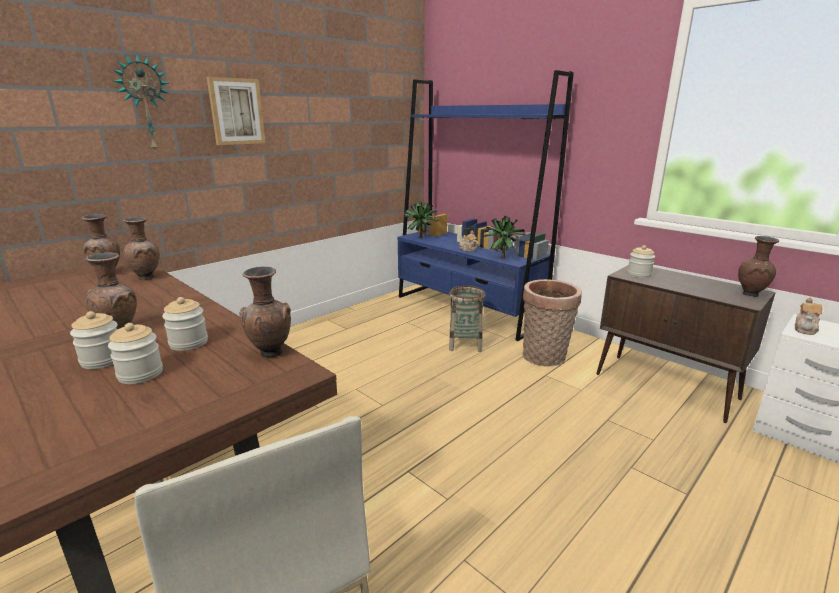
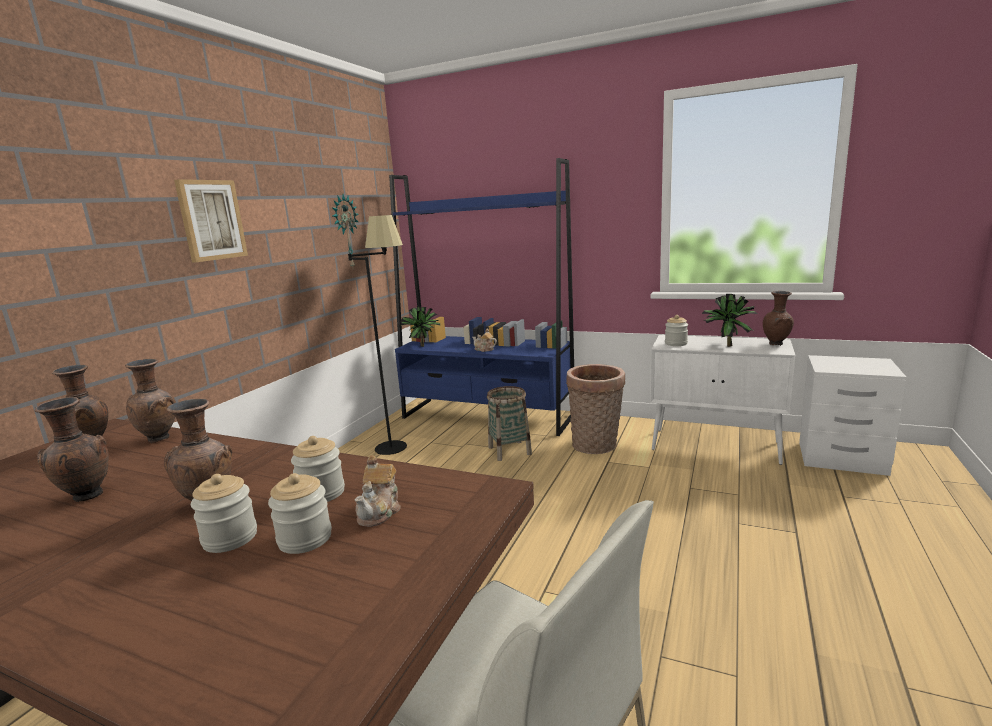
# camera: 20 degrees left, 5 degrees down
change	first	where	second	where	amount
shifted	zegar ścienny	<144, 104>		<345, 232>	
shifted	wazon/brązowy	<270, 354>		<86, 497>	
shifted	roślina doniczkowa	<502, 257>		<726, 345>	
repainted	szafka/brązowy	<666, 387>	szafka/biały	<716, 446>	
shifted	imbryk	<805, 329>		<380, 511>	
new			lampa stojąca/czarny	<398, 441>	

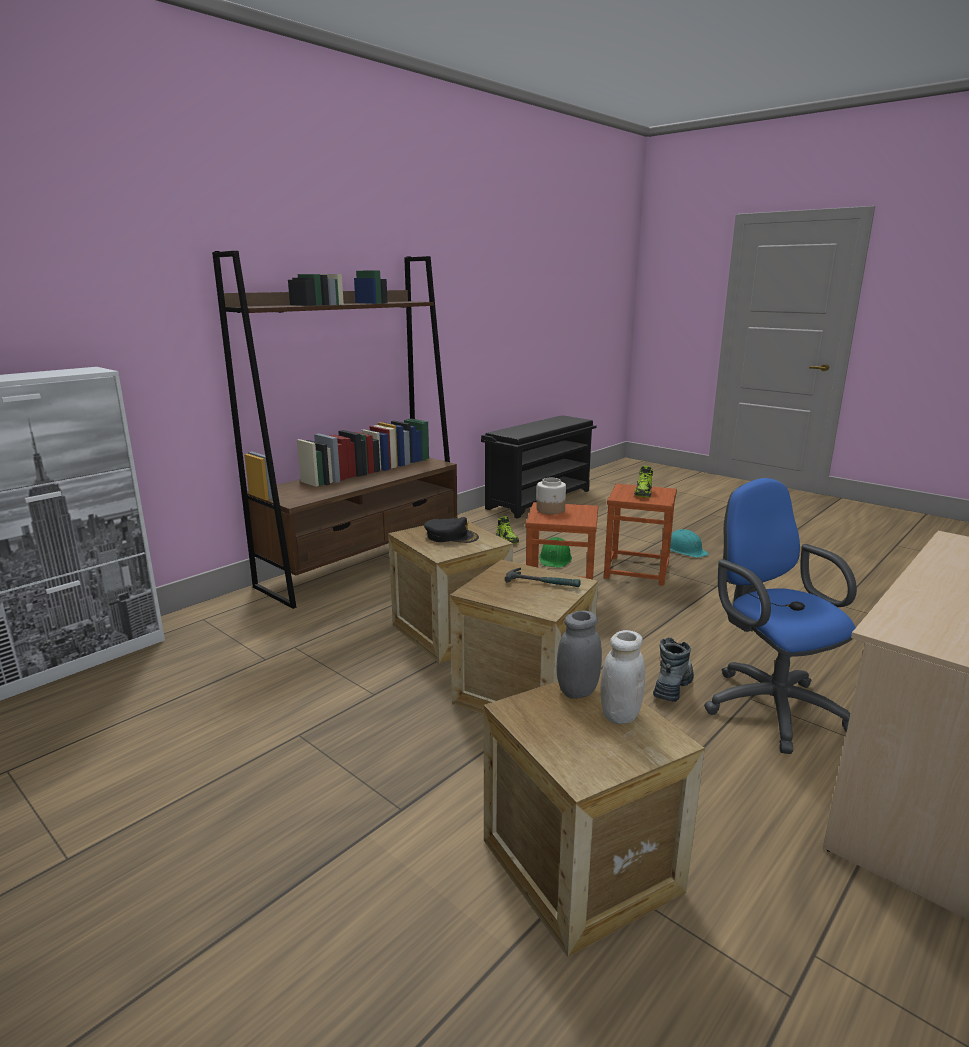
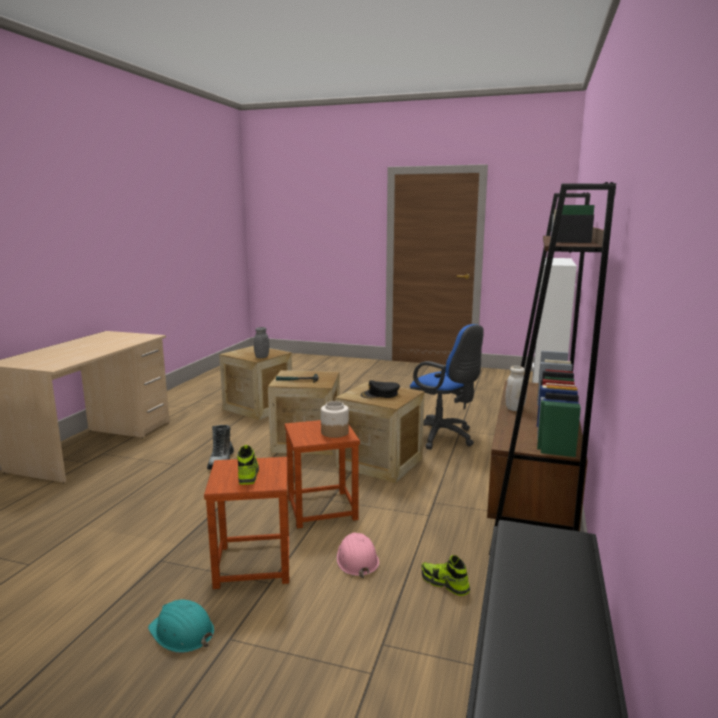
# camera: 155 degrees right, 5 degrees down
change	first	where	second	where	amount
repainted	kask/zielony	<555, 559>	kask/różowy	<356, 560>	
shifted	słoik/biały	<620, 715>		<514, 408>	
shifted	krzesło biurowe/niebieski	<767, 705>		<442, 437>	

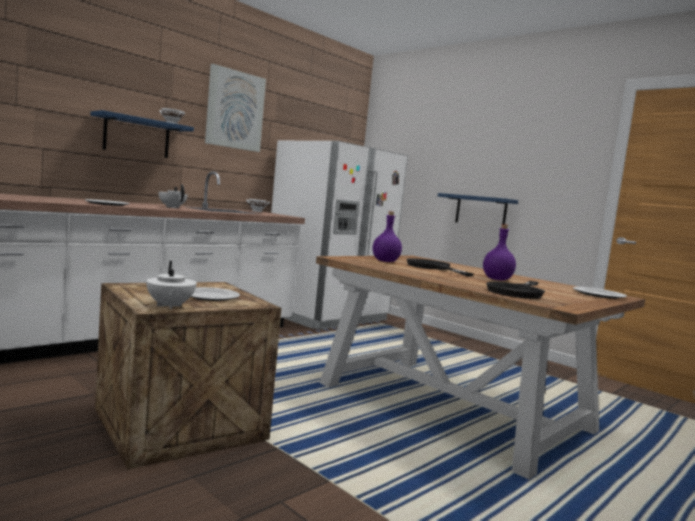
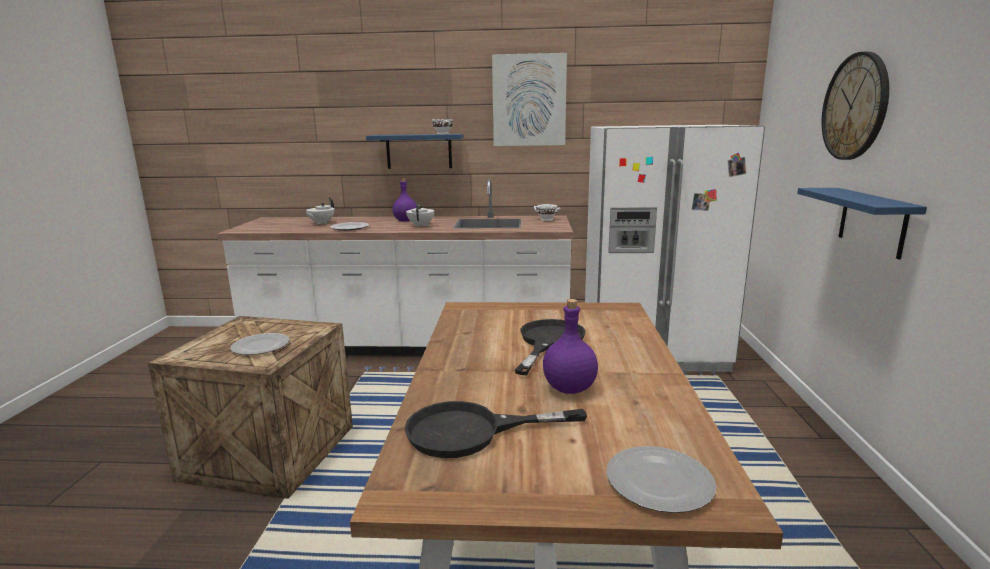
# camera: 50 degrees right, 10 degrees up
change	first	where	second	where	amount
shifted	imbryk/biały	<169, 306>		<321, 223>	
shifted	butelka/fioletowy	<386, 261>		<406, 221>	
new			zegar ścienny	<855, 107>	

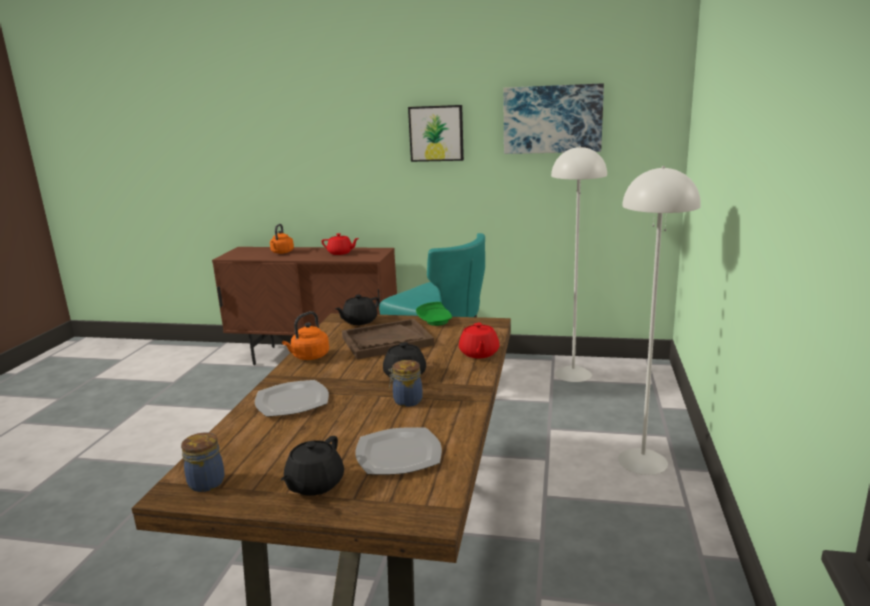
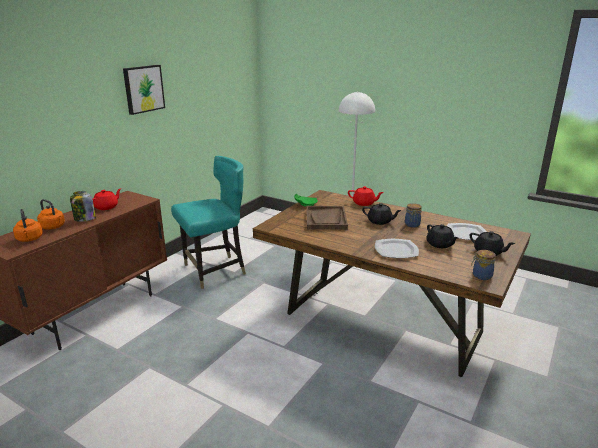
# camera: 70 degrees left, 5 degrees up
change	first	where	second	where	amount
shifted	czajnik/pomarańczowy	<309, 357>		<29, 239>	
shifted	imbryk/czarny	<359, 321>		<440, 244>	
gone	obraz	<552, 119>			
gone	lampa stojąca/biały	<572, 374>			
new			słoik	<84, 219>	

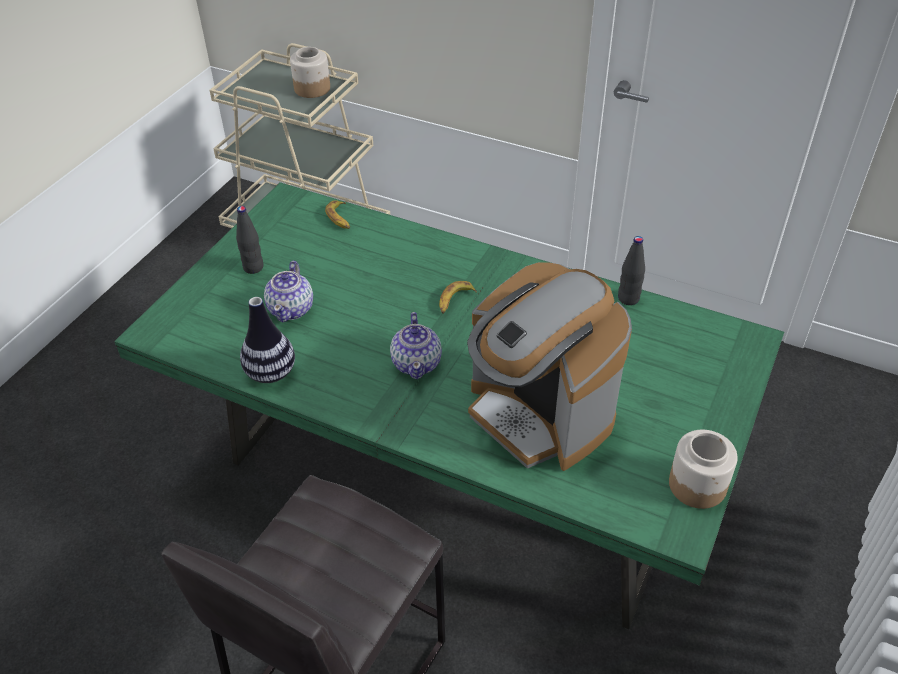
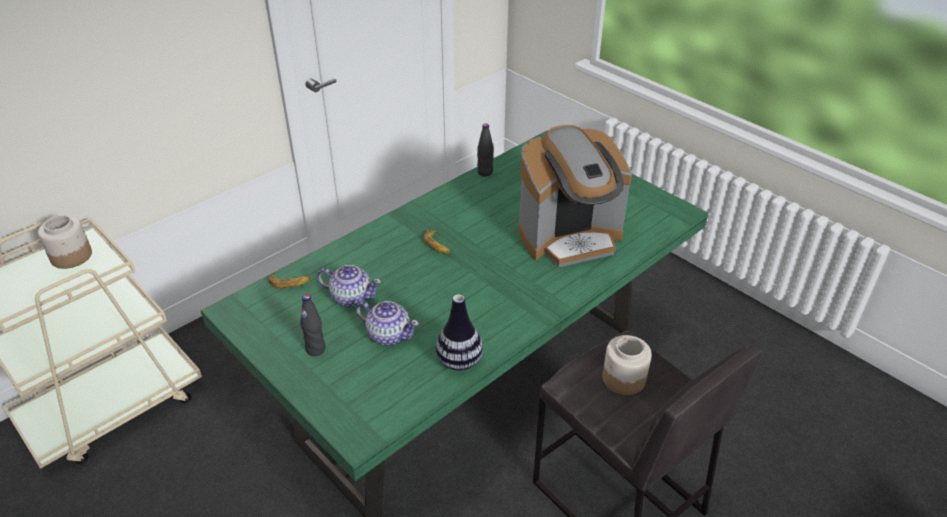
# camera: 70 degrees left, 5 degrees down
change	first	where	second	where	amount
shifted	imbryk	<417, 363>		<351, 297>	
shifted	słoik	<698, 485>		<623, 378>	

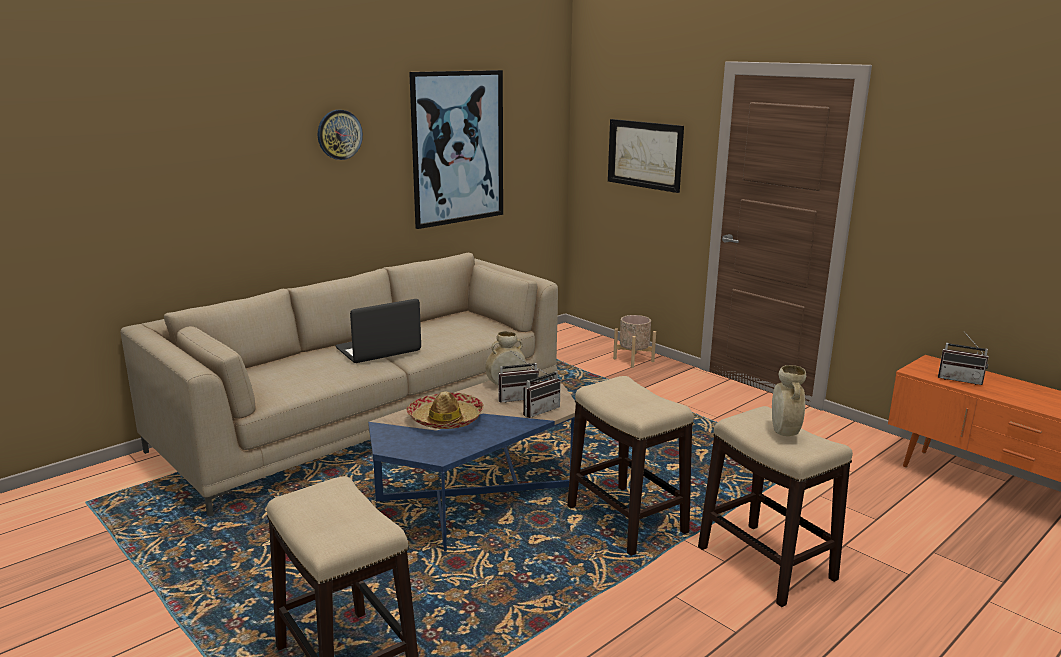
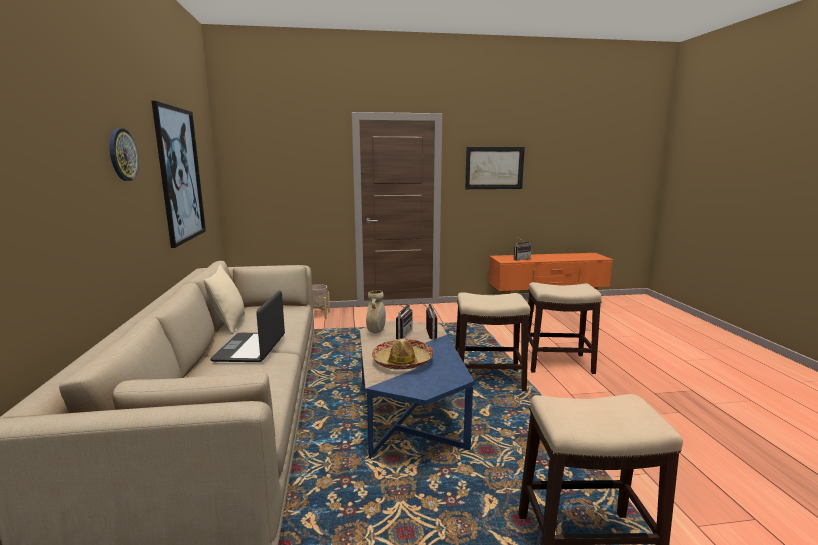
# camera: 55 degrees left, 5 degrees down
change	first	where	second	where	amount
shifted	obraz	<645, 154>		<494, 168>	
gone	wazon/beżowy	<784, 433>			
new			poduszka/beżowy	<229, 324>	

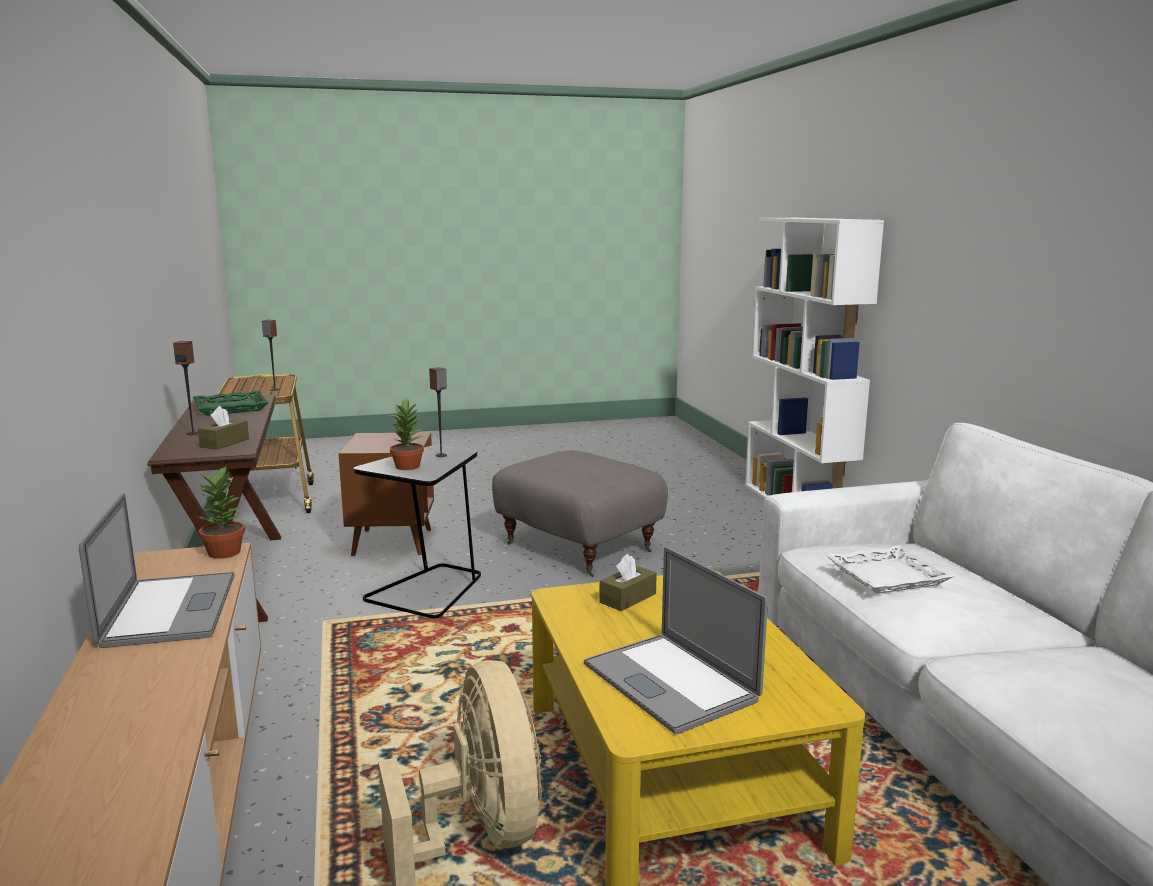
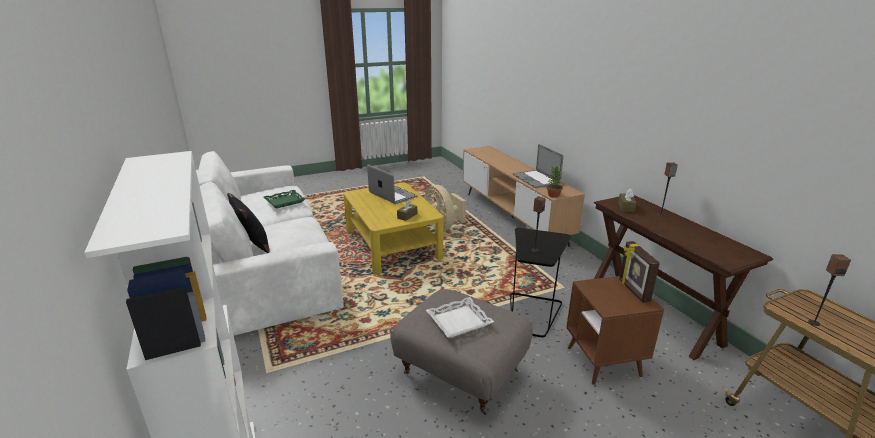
# camera: 170 degrees right, 10 degrees up
change	first	where	second	where	amount
shifted	taca/zielony	<231, 408>		<284, 202>	
gone	roślina doniczkowa	<408, 466>			
shifted	taca/biały	<887, 577>		<459, 321>	
new			poduszka/czarny	<253, 245>	
new			ramka na zdjęcie	<633, 291>	

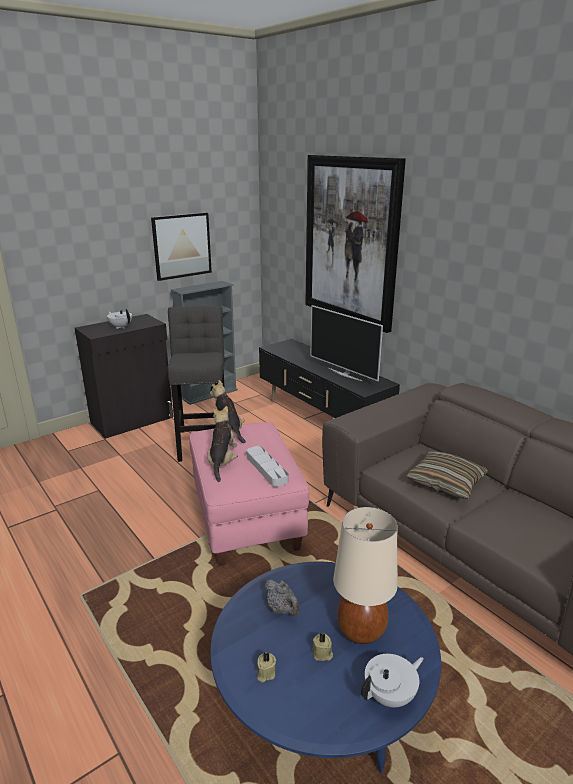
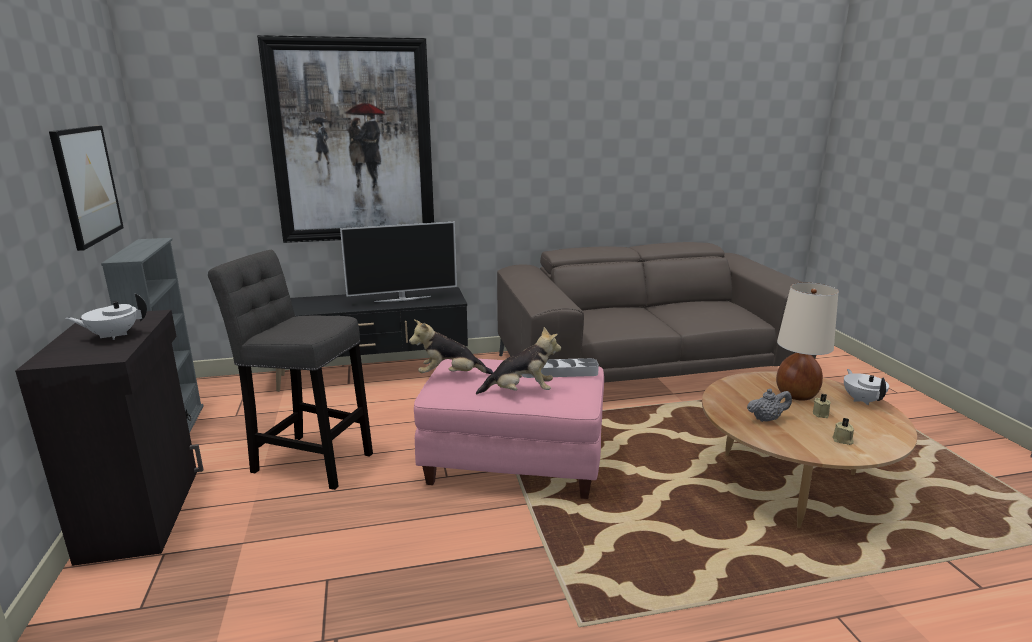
# camera: 65 degrees left, 5 degrees down
change	first	where	second	where	amount
rotated	pluszak	<222, 462>		<521, 392>	150 degrees clockwise
repainted	ława/niebieski	<321, 706>	ława/brązowy	<791, 484>	
gone	poduszka	<446, 482>			

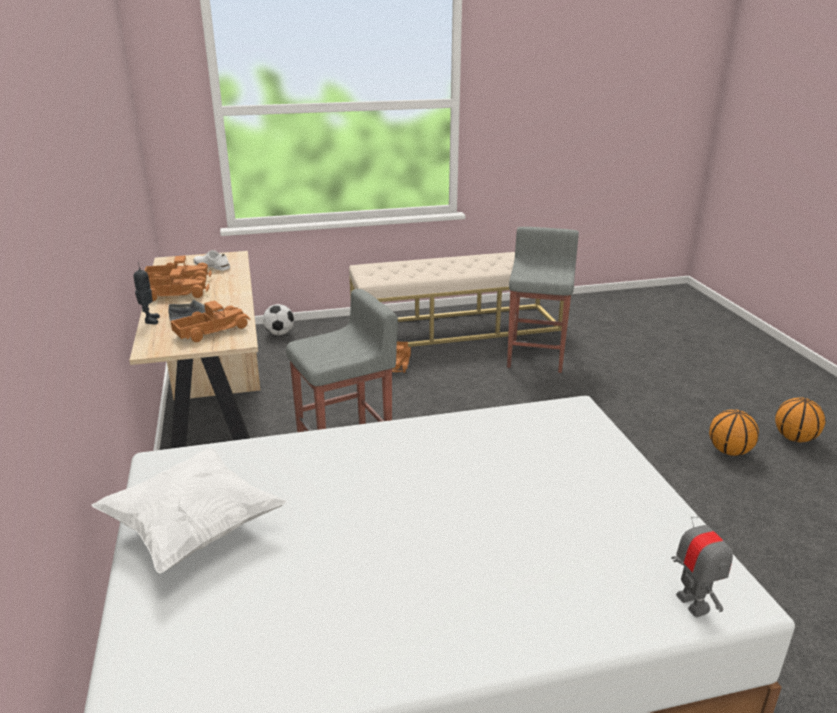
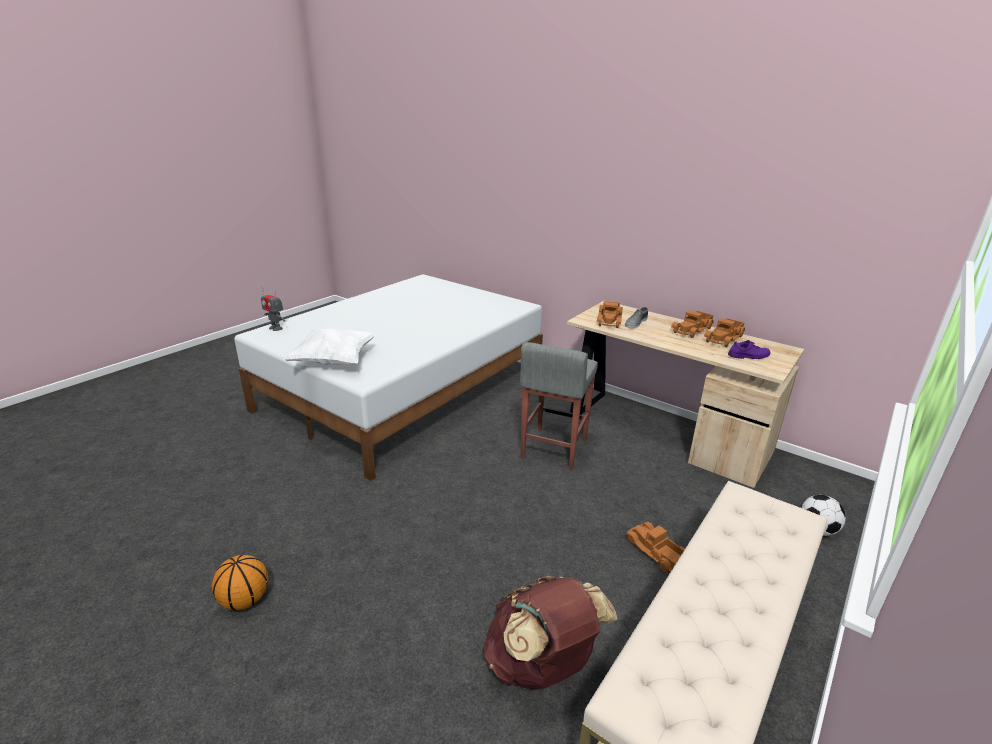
# camera: 140 degrees right, 0 degrees up
change	first	where	second	where	amount
shifted	poduszka/biały	<193, 529>		<334, 361>	
gone	robot zabawkowy	<150, 320>			
repainted	but/biały	<212, 266>	but/fioletowy	<749, 356>	
swapped	stołek/szary	<536, 356>	plecak/brązowy	<541, 665>	
gone	piłka do koszykówki	<795, 438>			

